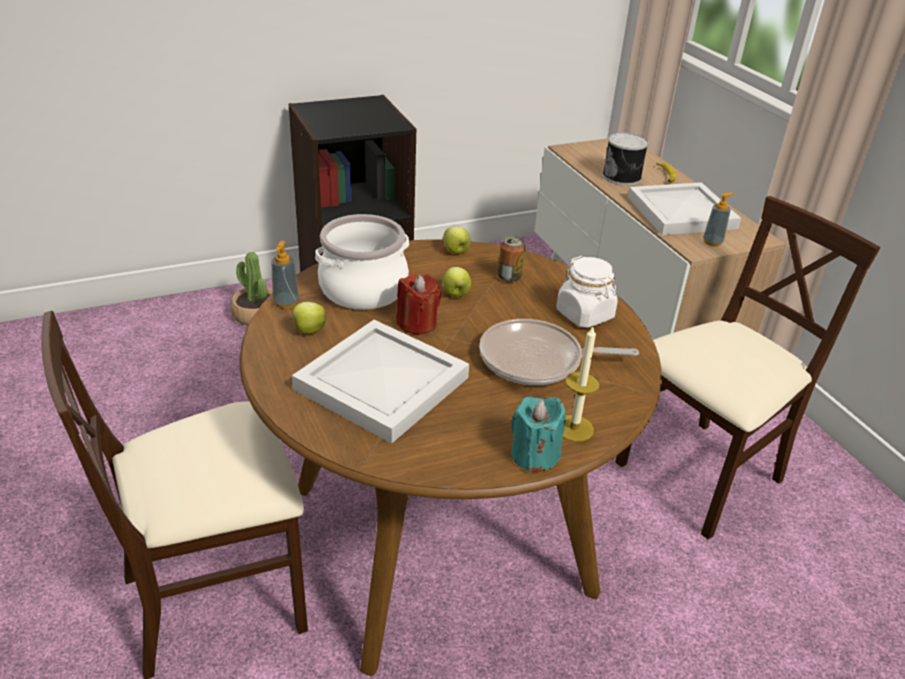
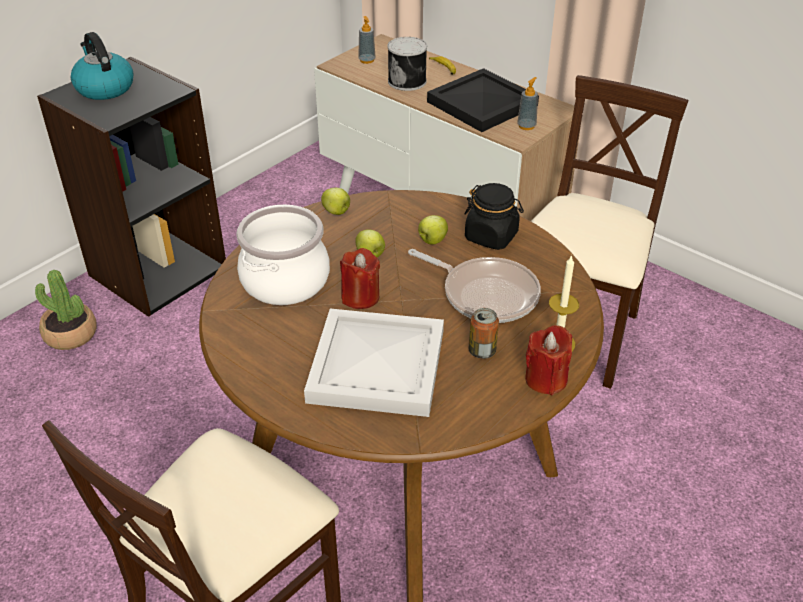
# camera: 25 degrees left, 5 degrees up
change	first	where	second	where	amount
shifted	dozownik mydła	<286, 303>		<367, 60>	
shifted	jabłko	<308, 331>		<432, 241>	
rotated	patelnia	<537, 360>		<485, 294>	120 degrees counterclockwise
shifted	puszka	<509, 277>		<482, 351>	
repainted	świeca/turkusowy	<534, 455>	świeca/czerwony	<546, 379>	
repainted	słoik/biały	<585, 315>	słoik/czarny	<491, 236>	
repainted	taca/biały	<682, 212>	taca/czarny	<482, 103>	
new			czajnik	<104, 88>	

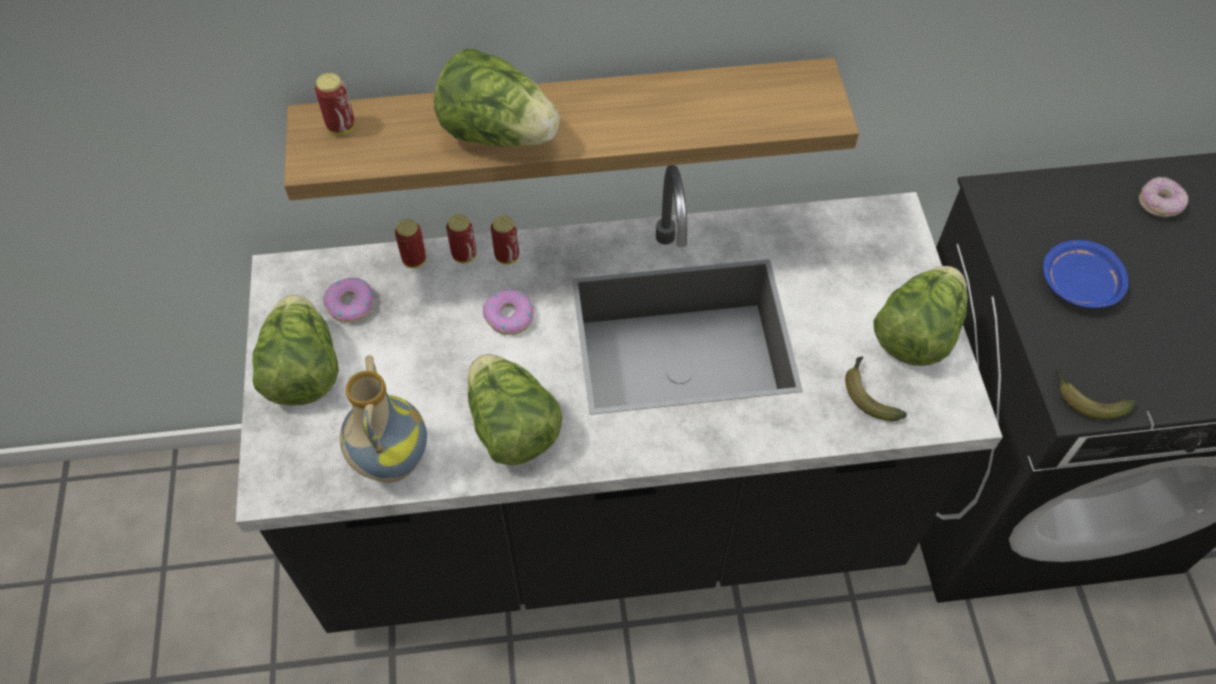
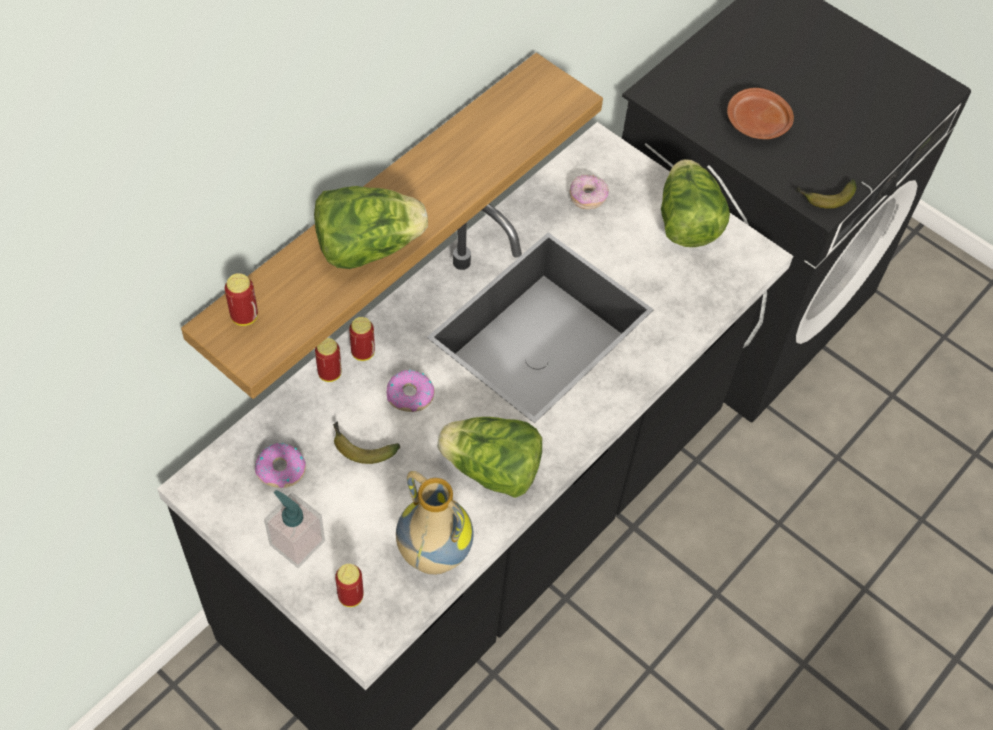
# camera: 45 degrees left, 0 degrees up
change	first	where	second	where	amount
swapped	sałata	<302, 370>	dozownik mydła	<297, 542>	
shifted	puszka	<414, 260>		<350, 596>	
shifted	banan	<868, 394>		<360, 447>	
repainted	talerz/niebieski	<1079, 284>	talerz/brązowy	<757, 123>	
shifted	donut	<1159, 204>		<587, 197>	

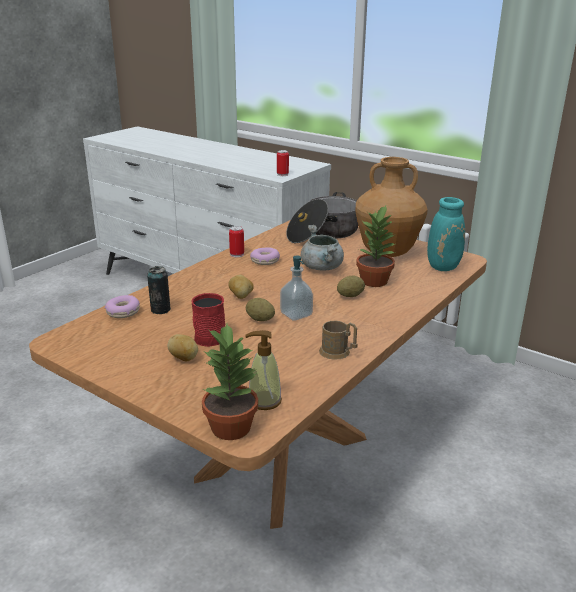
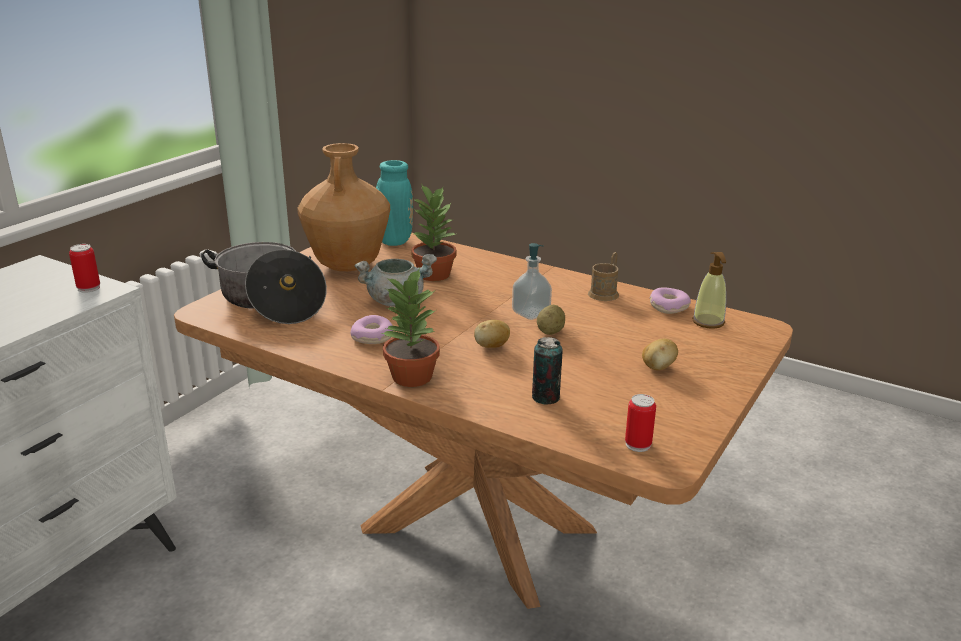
# camera: 95 degrees left, 0 degrees up
change	first	where	second	where	amount
shifted	donut	<123, 312>		<668, 307>	
gone	kubek/czerwony	<211, 336>			
shifted	roślina doniczkowa	<230, 427>		<411, 377>	
shifted	puszka	<237, 254>		<638, 444>	
gone	ziemniak	<350, 296>			

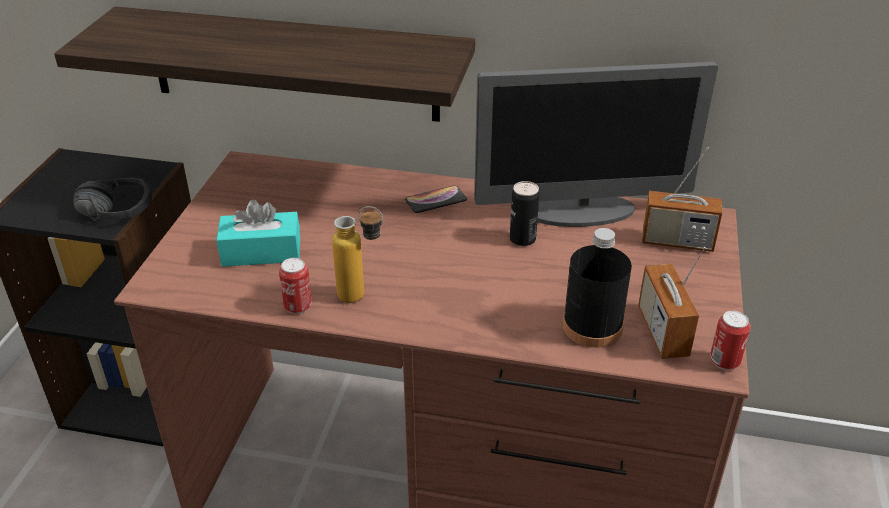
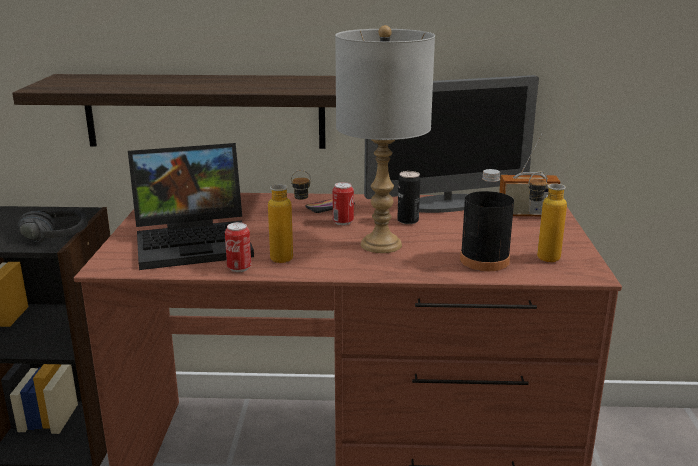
# camera: 10 degrees left, 15 degrees down
change	first	where	second	where	amount
swapped	pudełko chusteczek/turkusowy	<261, 252>	laptop	<196, 241>	
swapped	radio	<662, 332>	butelka	<539, 259>	
shifted	puszka	<724, 362>		<343, 222>	
new			lampa stołowa/szary	<380, 244>	

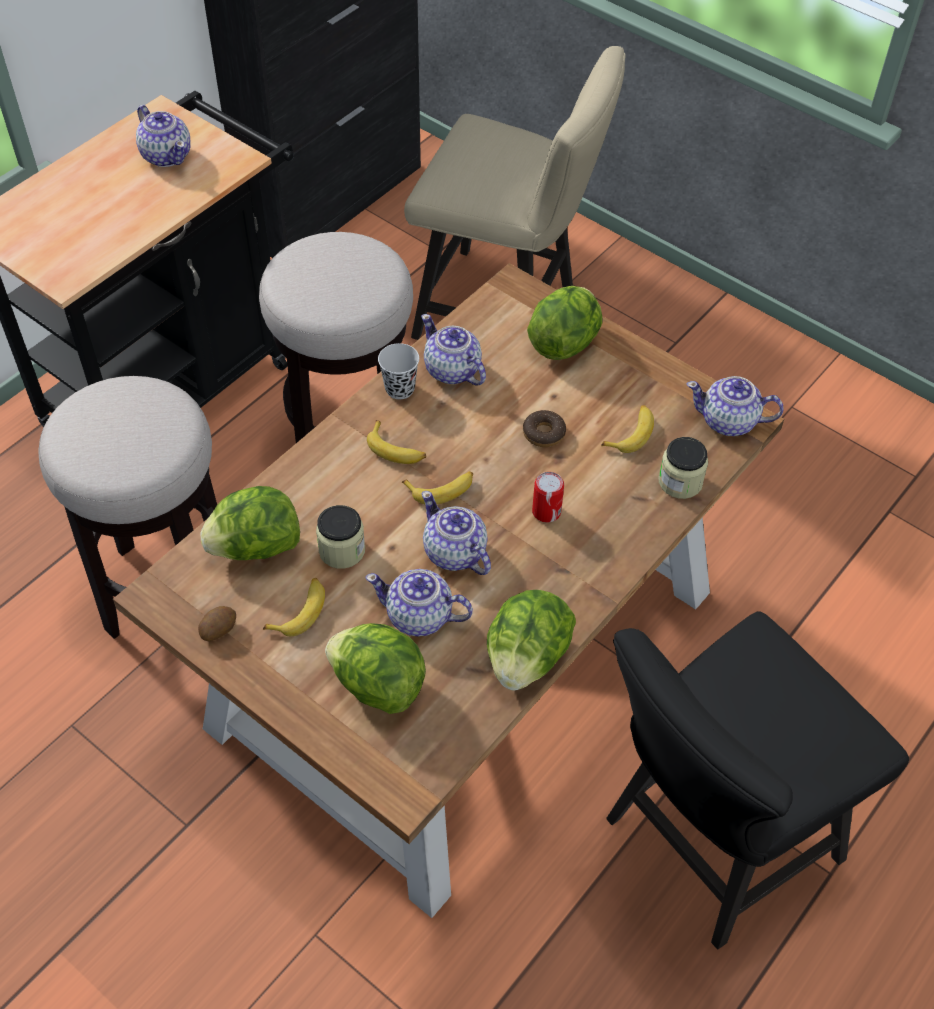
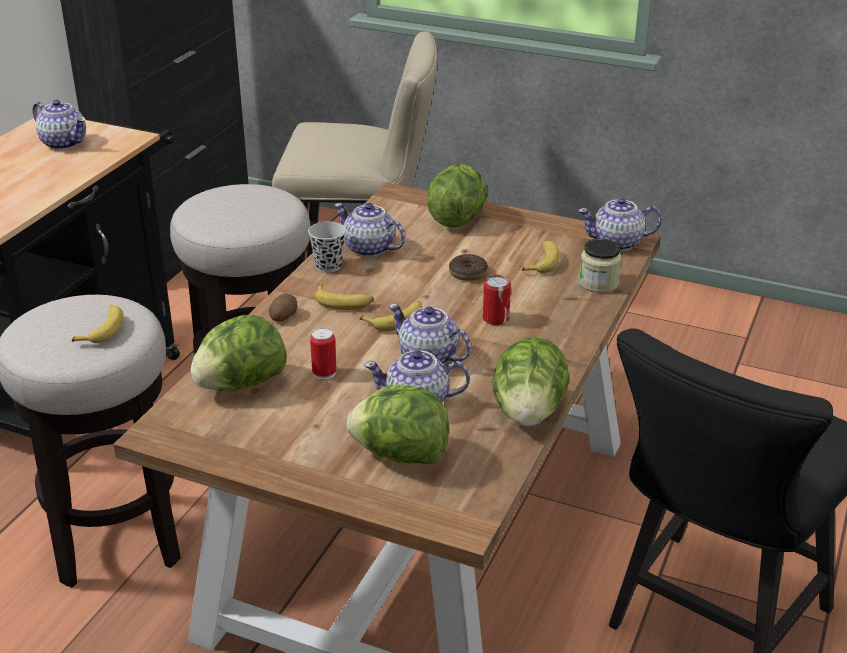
# camera: 15 degrees left, 20 degrees down
change	first	where	second	where	amount
shifted	ziemniak	<218, 629>		<283, 316>	
shifted	banan	<300, 611>		<103, 329>	
swapped	słoik	<342, 550>	puszka	<324, 373>	

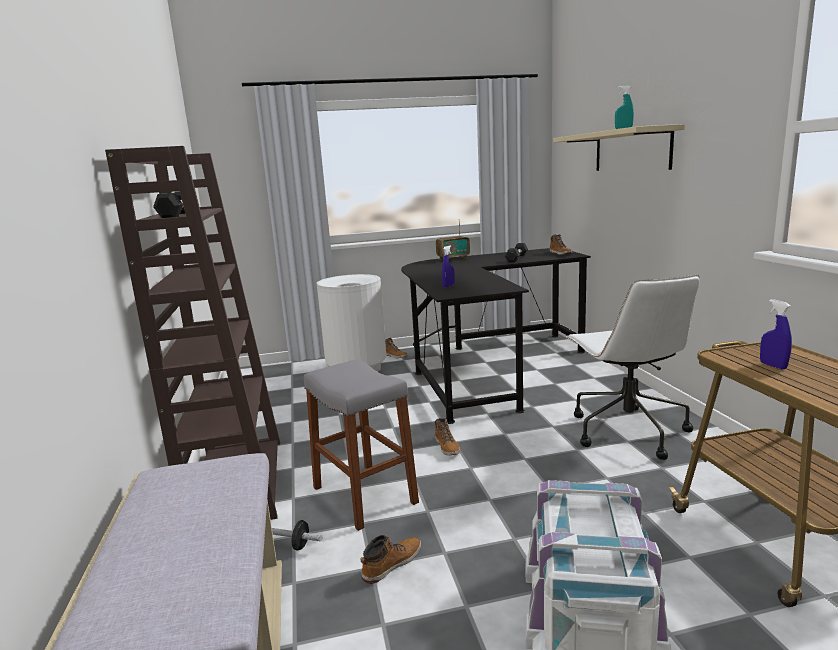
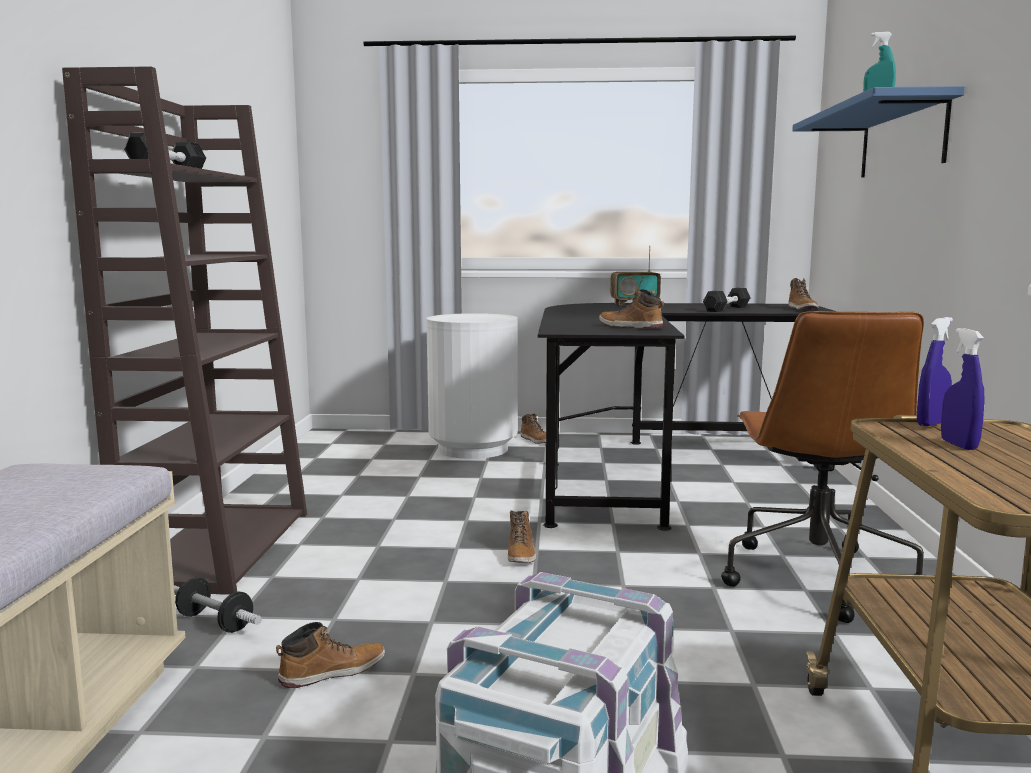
# camera: 15 degrees right, 5 degrees down
change	first	where	second	where	amount
gone	stołek/szary	<364, 495>			
shifted	spryskiwacz/niebieski	<448, 286>		<931, 423>	
repainted	półka/beżowy	<631, 150>	półka/niebieski	<902, 139>	
repainted	krzesło biurowe/biały	<626, 431>	krzesło biurowe/brązowy	<814, 577>	
new			but z cholewką	<629, 327>	

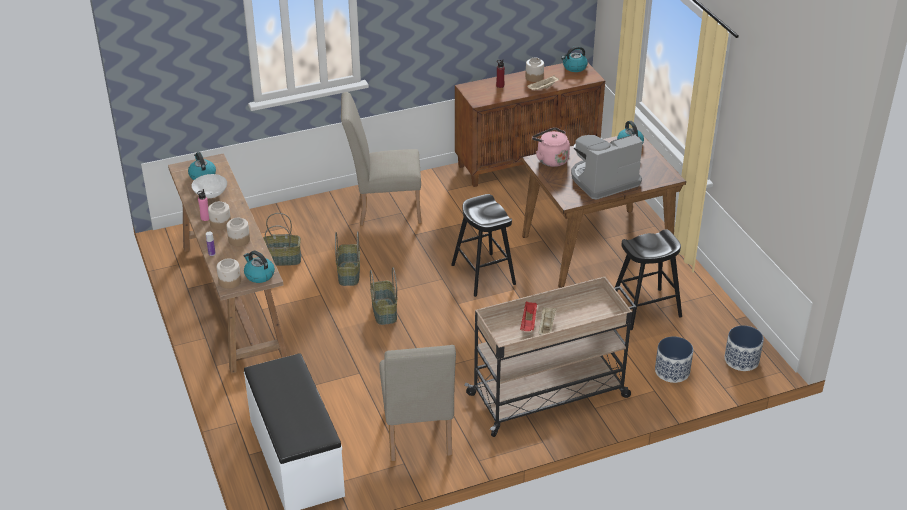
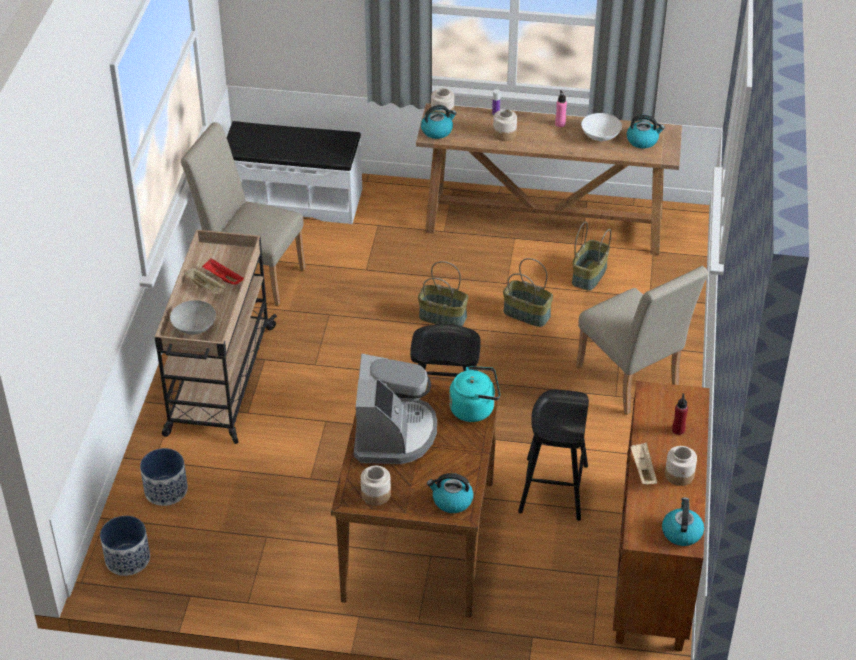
# camera: 120 degrees right, 5 degrees up
change	first	where	second	where	amount
shifted	słoik	<220, 224>		<375, 494>	
rotated	krzesło/beżowy	<383, 210>		<631, 383>	120 degrees clockwise
repainted	czajnik/różowy	<550, 159>	czajnik/turkusowy	<475, 409>	
shifted	stołek/czarny	<645, 309>		<553, 489>	
new			miska/szary	<195, 328>	

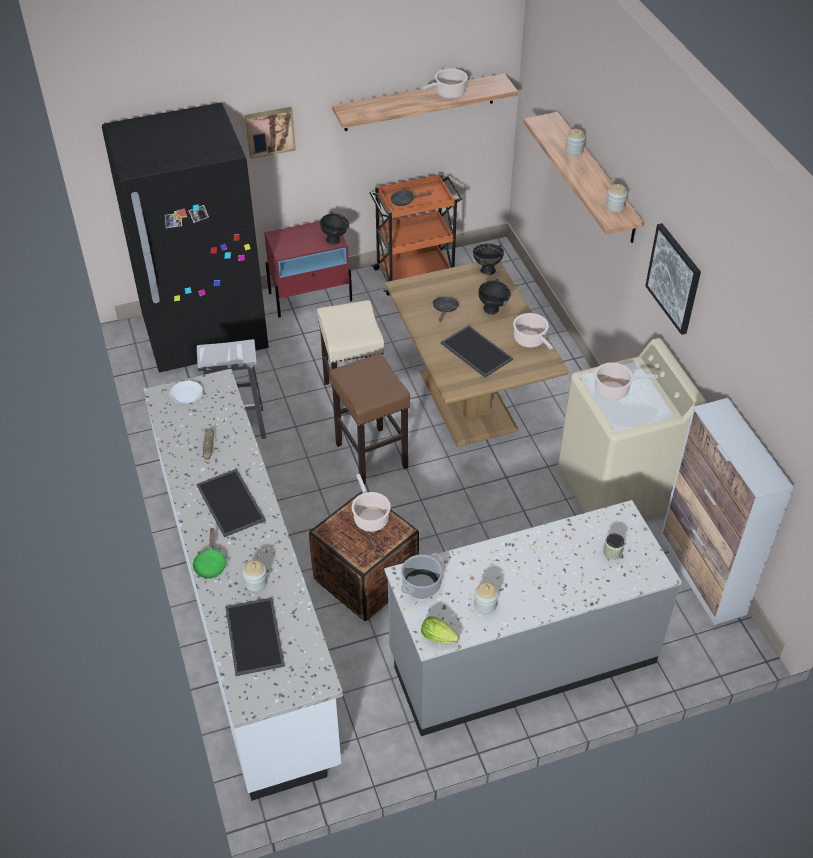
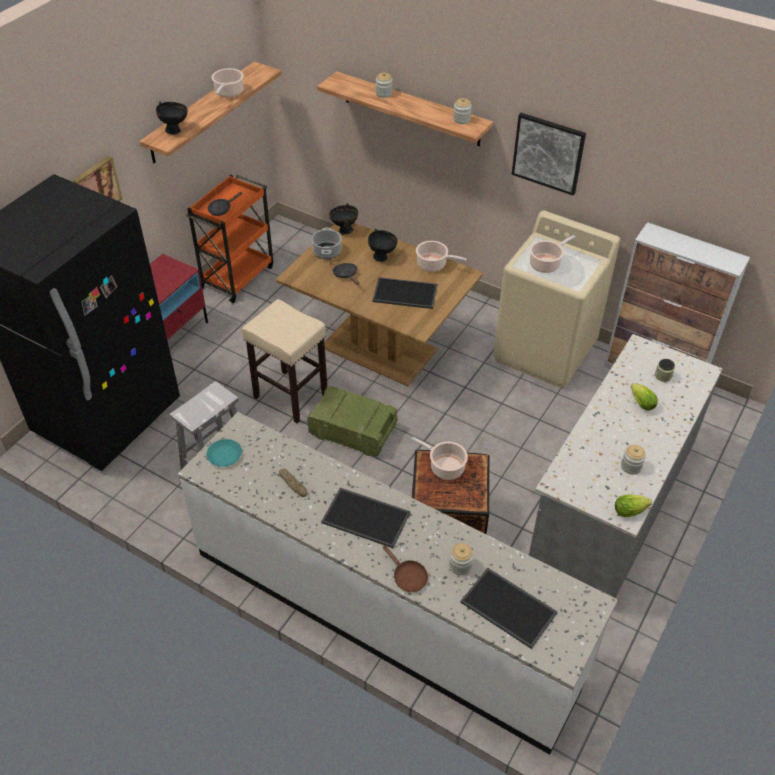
# camera: 40 degrees left, 0 degrees up
change	first	where	second	where	amount
repainted	talerz/biały	<186, 395>	talerz/turkusowy	<224, 455>	
repainted	patelnia/zielony	<210, 564>	patelnia/brązowy	<407, 577>	
shifted	miska/czarny	<335, 240>		<174, 130>	
swapped	stołek/brązowy	<370, 455>	skrzynka	<351, 431>	
shifted	garnek	<421, 585>		<327, 252>	
new			sałata	<640, 402>	

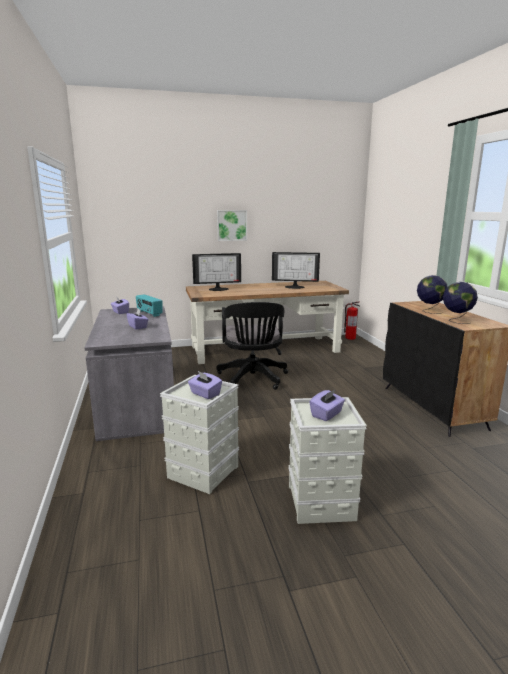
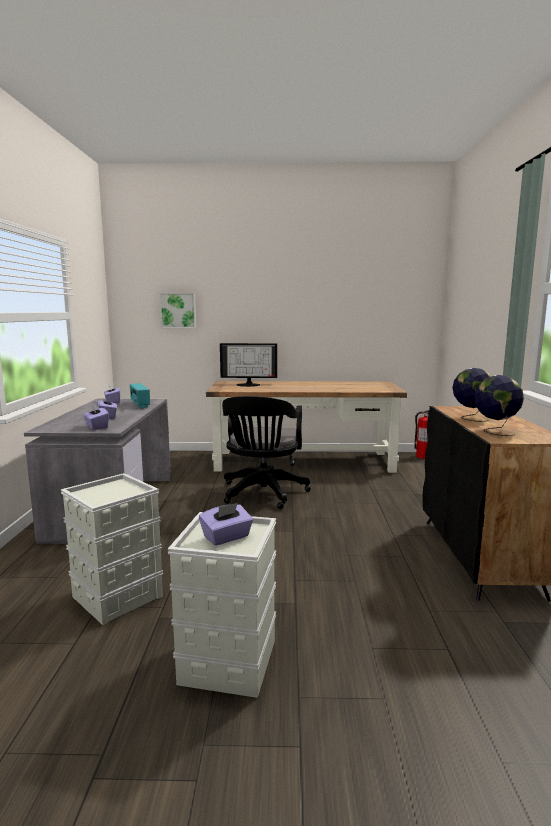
# camera: 15 degrees right, 5 degrees down
change	first	where	second	where	amount
shifted	pudełko chusteczek/fioletowy	<205, 394>		<96, 427>	
shifted	obraz	<231, 225>		<178, 310>	
gone	monitor	<295, 287>			

